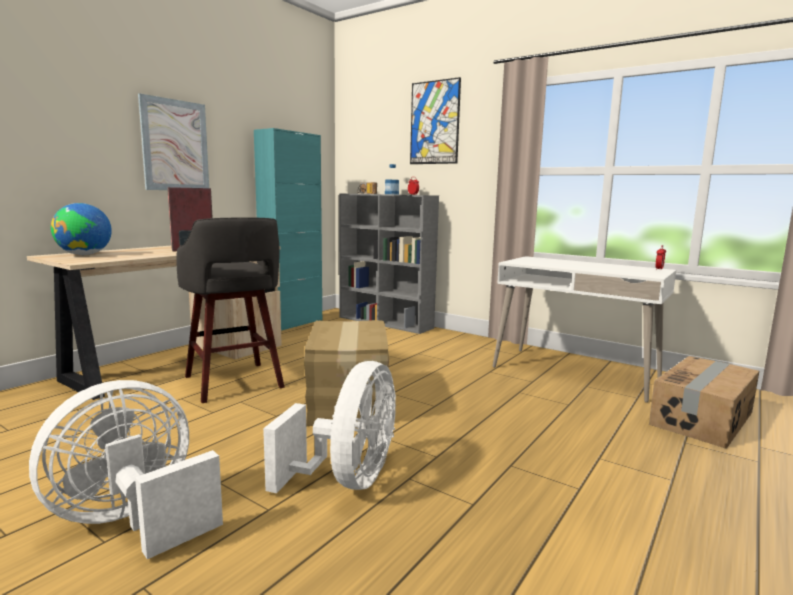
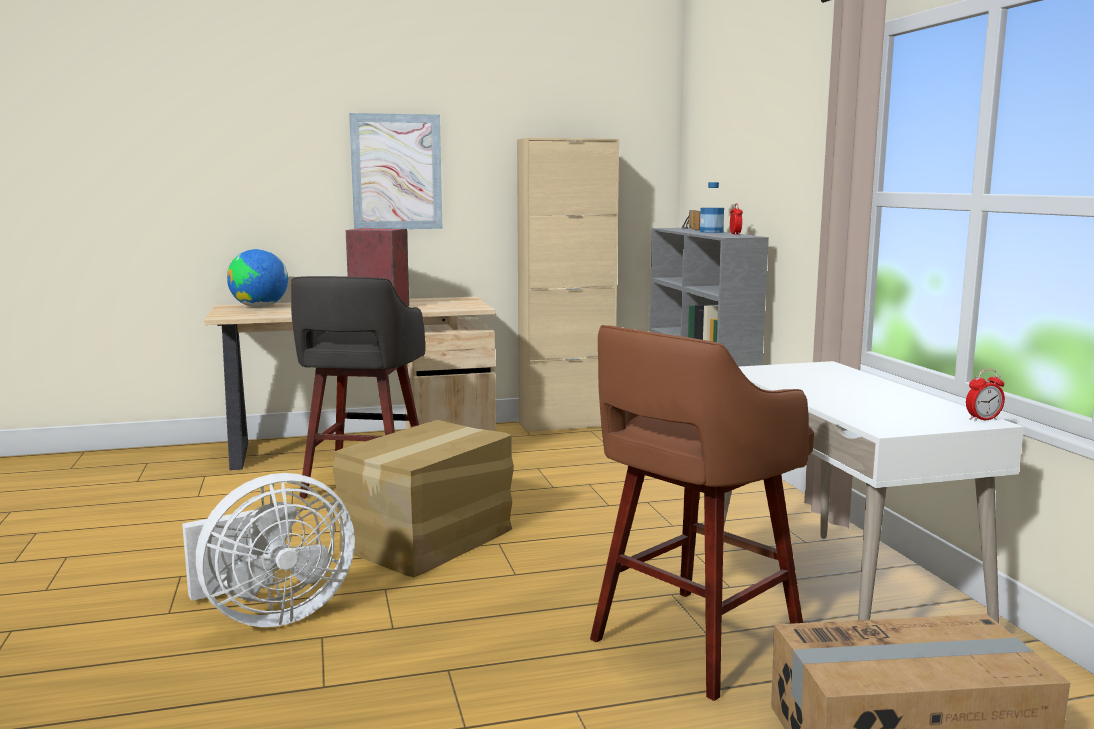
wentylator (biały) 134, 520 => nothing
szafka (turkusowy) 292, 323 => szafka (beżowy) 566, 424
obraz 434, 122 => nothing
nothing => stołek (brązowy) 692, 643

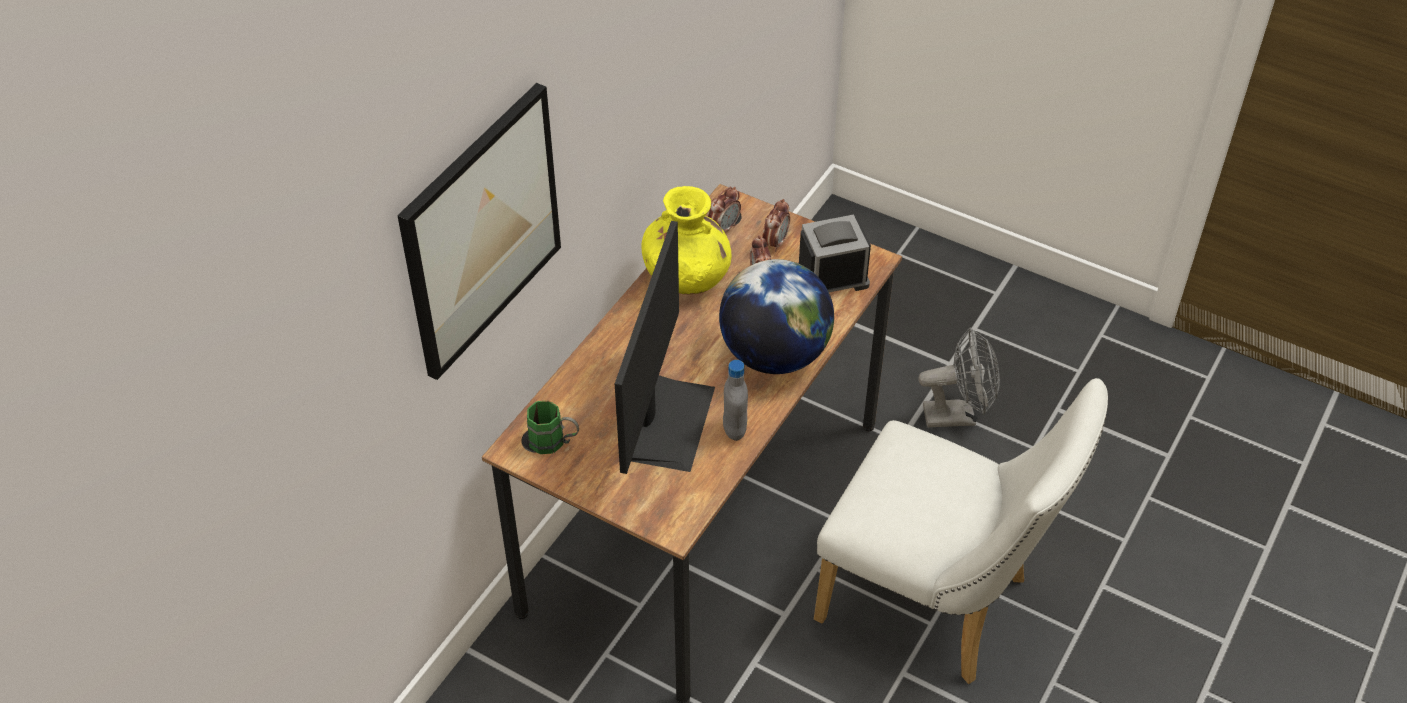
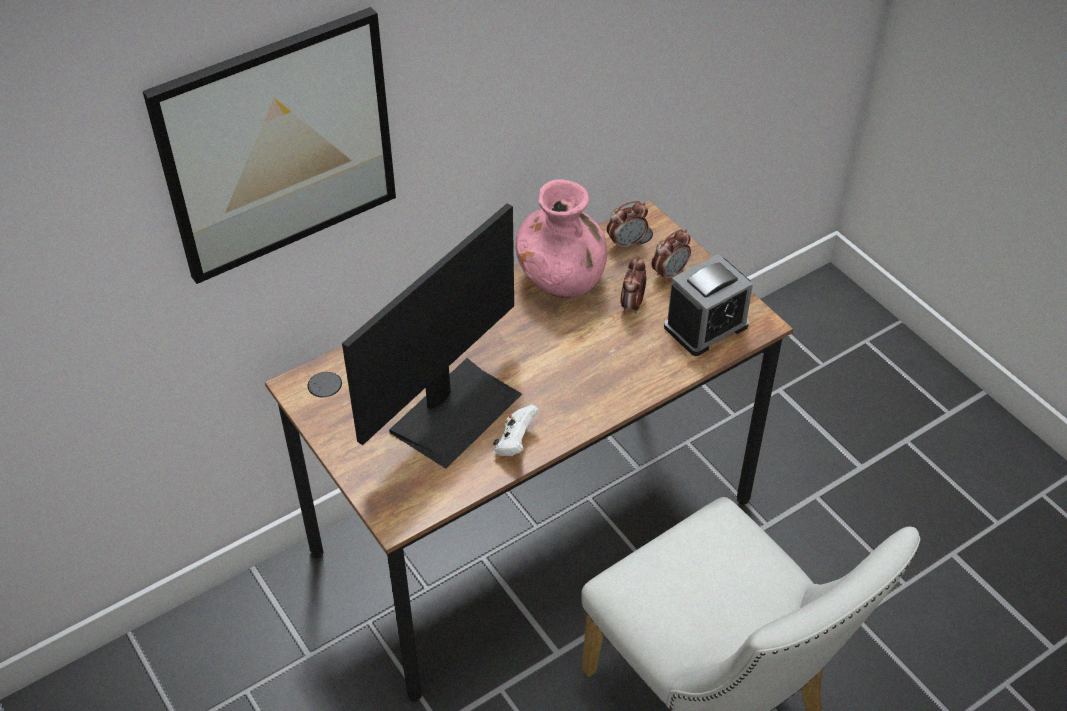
kubek (zielony) 554, 442 => nothing
wazon (żółty) 687, 277 => wazon (różowy) 561, 279
globus 774, 355 => nothing
butelka (szary) 734, 429 => pad do gier (biały) 515, 442
budzik 831, 278 => budzik 706, 326, 135 degrees clockwise
wentylator (szary) 957, 415 => nothing

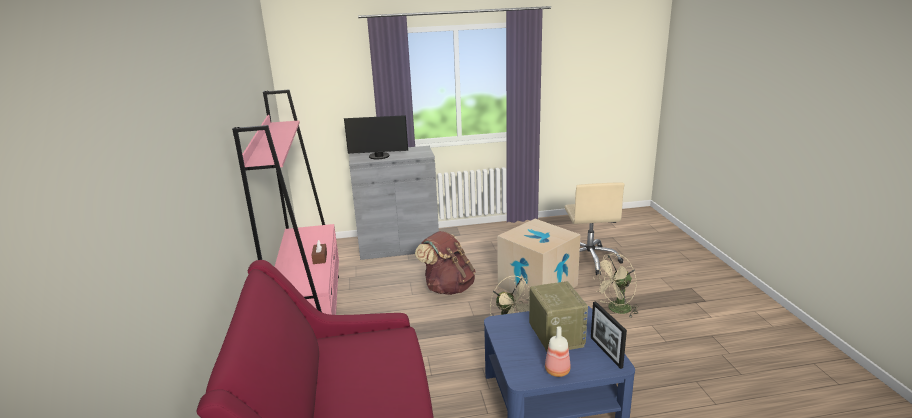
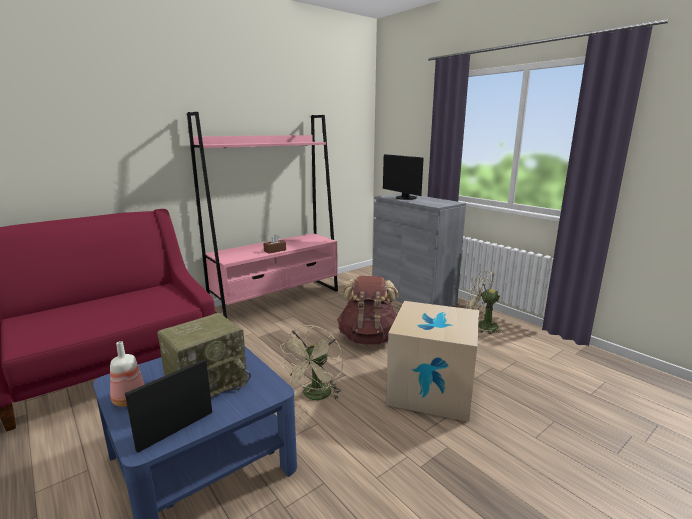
krzesło biurowe (beżowy) 589, 260 => nothing
wentylator (beżowy) 616, 310 => wentylator (beżowy) 481, 325, relocated

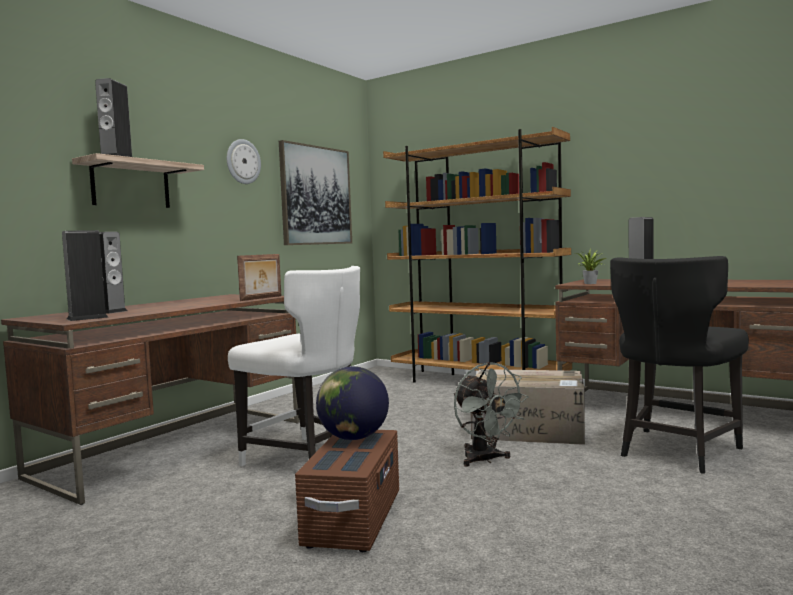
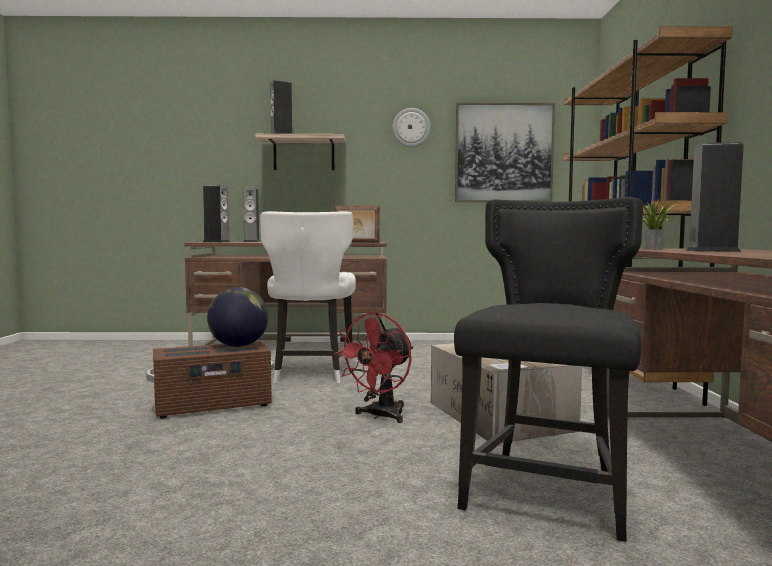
wentylator (szary) 485, 460 => wentylator (czerwony) 380, 416
krzesło (czarny) 675, 451 => krzesło (czarny) 548, 491, 105 degrees clockwise

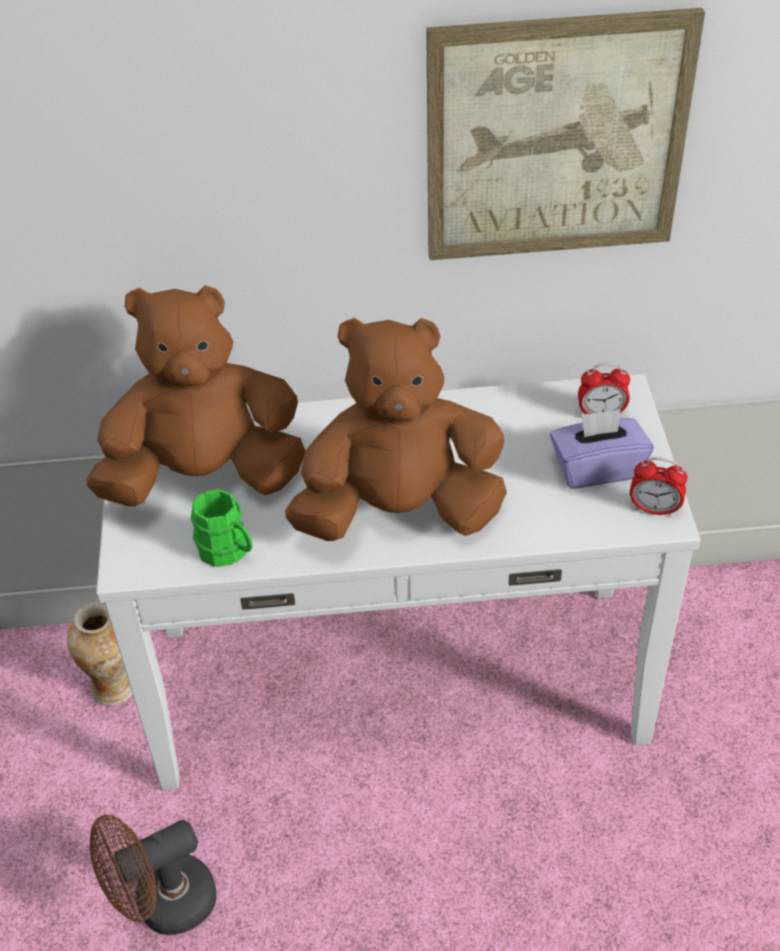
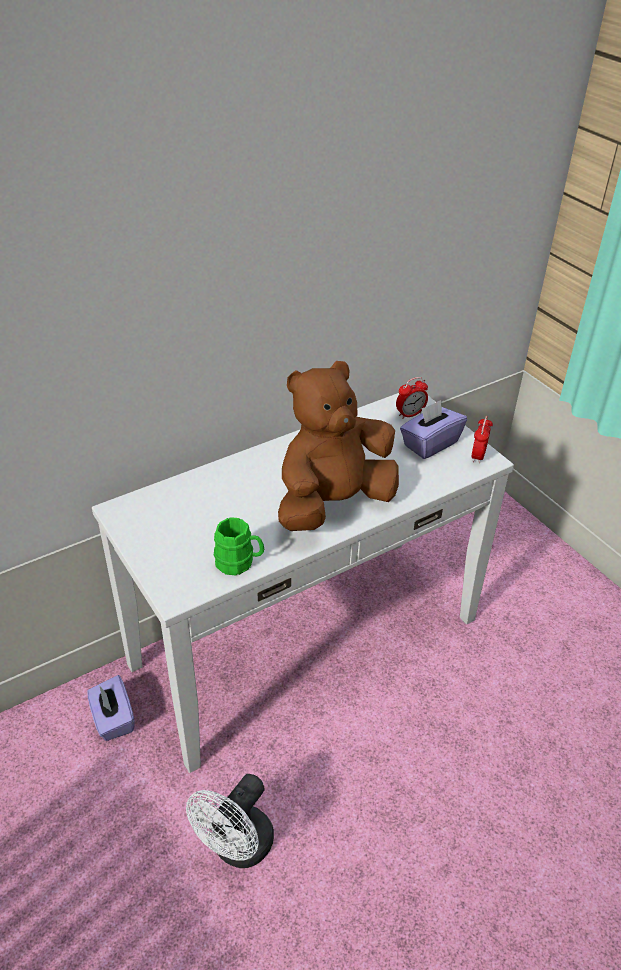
wazon 115, 687 => pudełko chusteczek (fioletowy) 113, 719
pluszak (brązowy) 205, 476 => nothing
wentylator (brązowy) 163, 905 => wentylator (biały) 237, 848
obraz 556, 139 => nothing
budzik 654, 509 => budzik 478, 456, 120 degrees clockwise

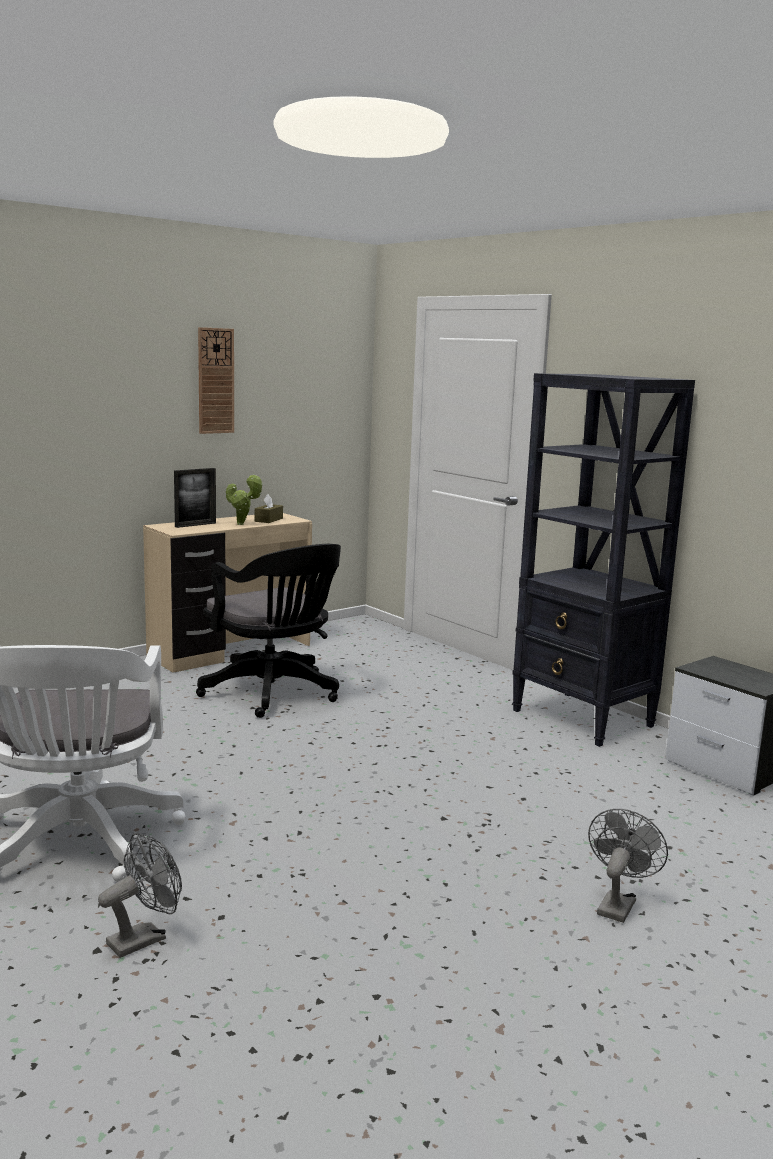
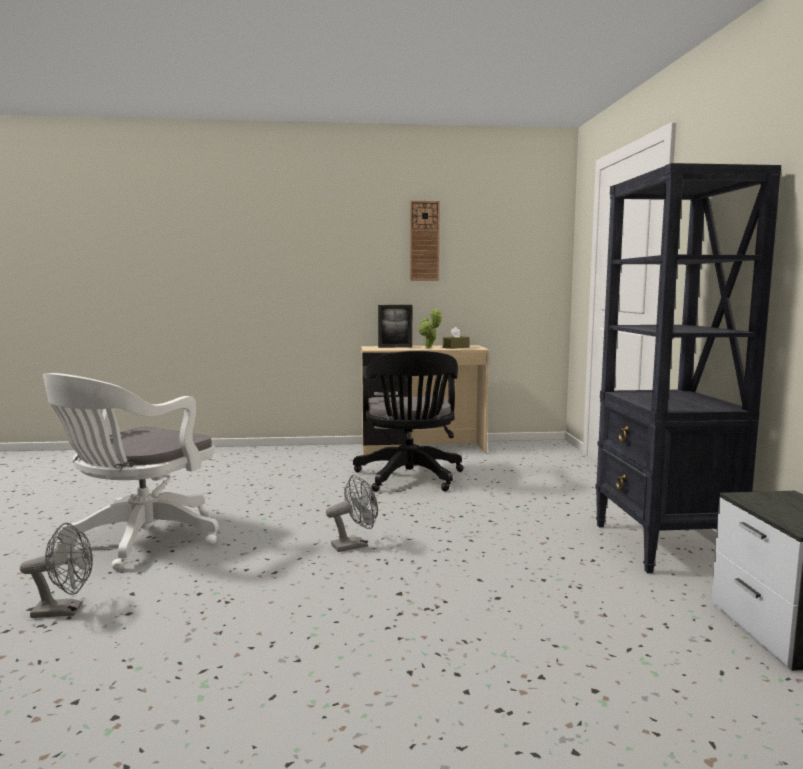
wentylator (szary) 617, 904 => wentylator (szary) 354, 545, relocated

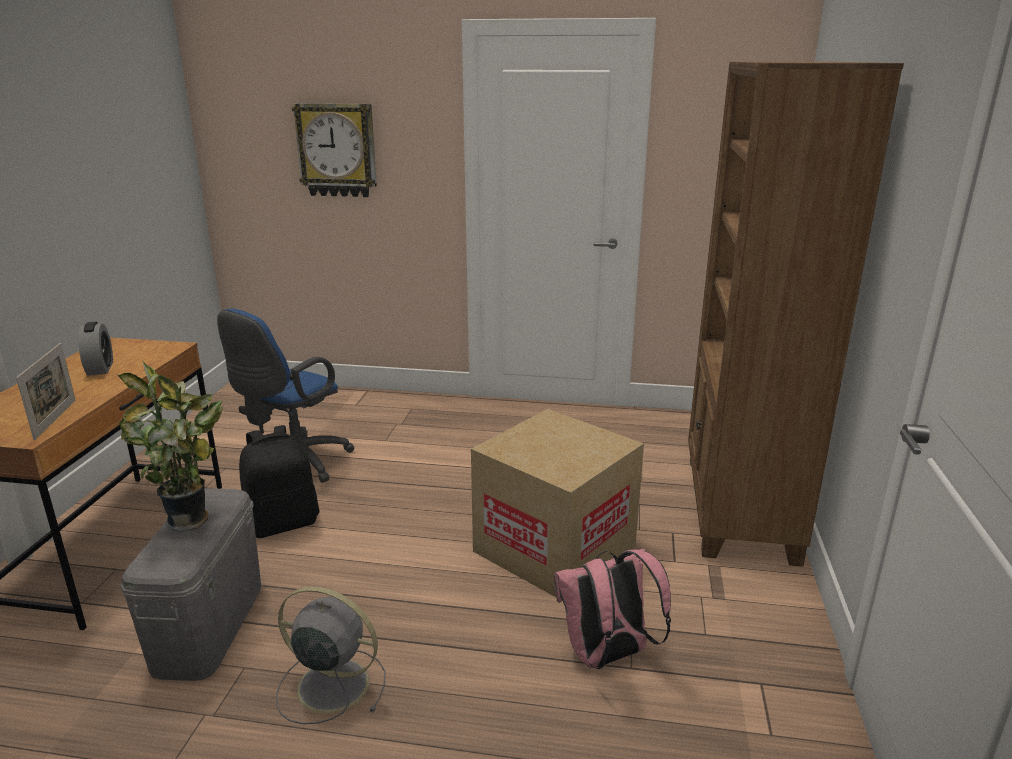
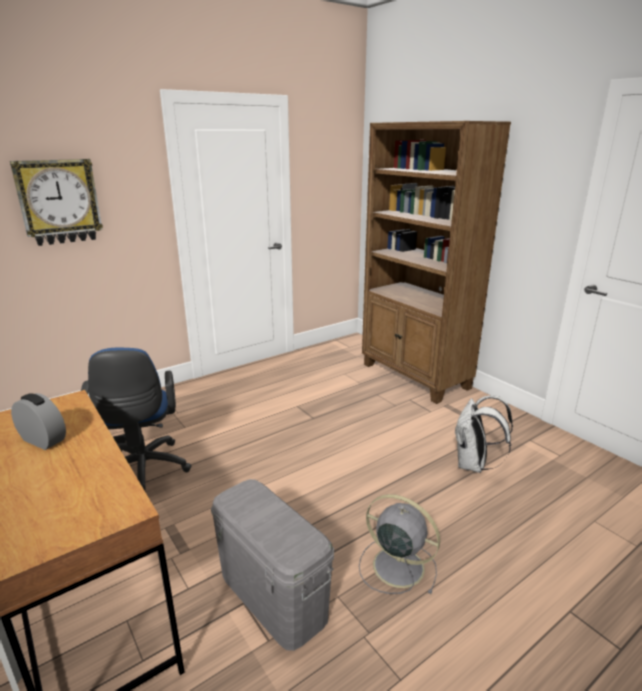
ramka na zdjęcie 55, 419 => nothing
roślina doniczkowa 193, 521 => nothing
plecak (czarny) 283, 523 => nothing
wentylator (szary) 330, 684 => wentylator (szary) 396, 565, 60 degrees clockwise
karton 554, 548 => nothing
plecak (różowy) 607, 656 => plecak (biały) 473, 465

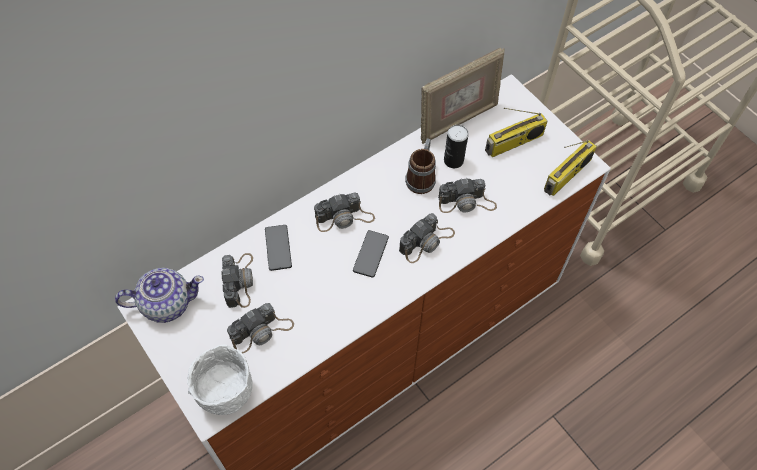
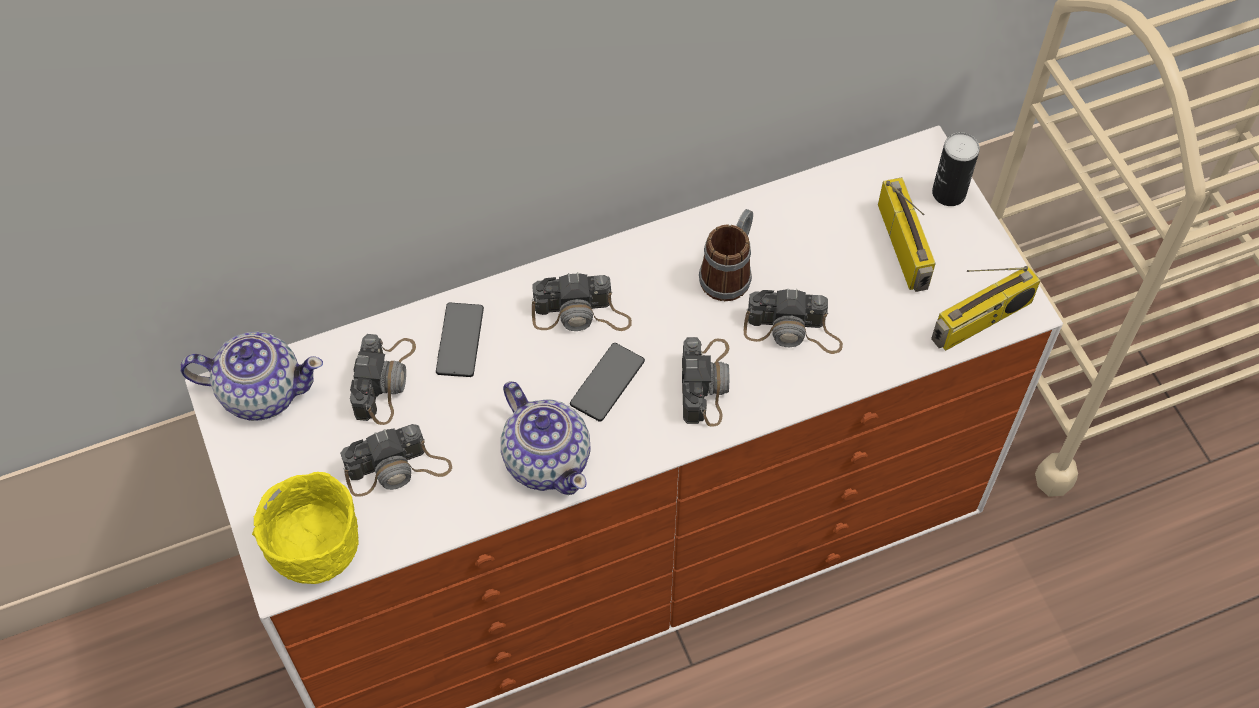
miska (biały) 225, 393 => miska (żółty) 315, 552
aparat fotograficzny 426, 241 => aparat fotograficzny 706, 382, 60 degrees counterclockwise
ramka na zdjęcie 457, 120 => nothing
puszka 453, 160 => puszka 949, 193, relocated
radio 513, 143 => radio 905, 247, 90 degrees counterclockwise
nothing => imbryk 547, 458

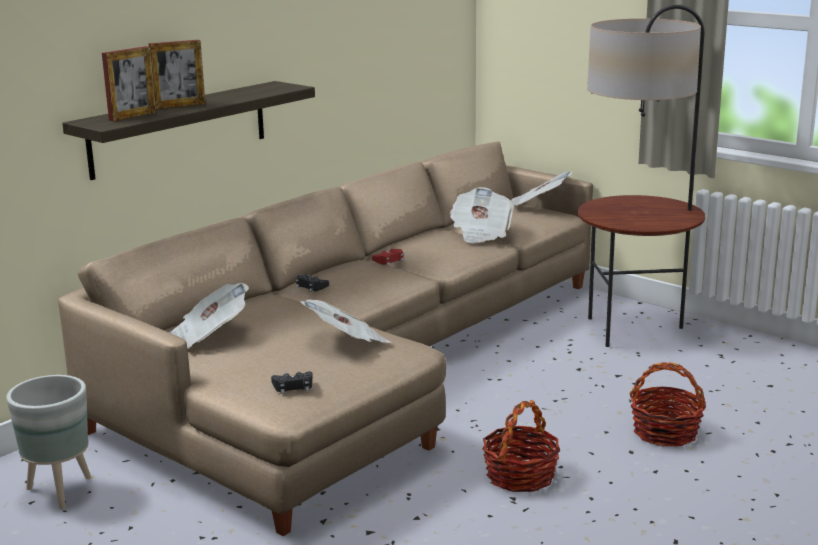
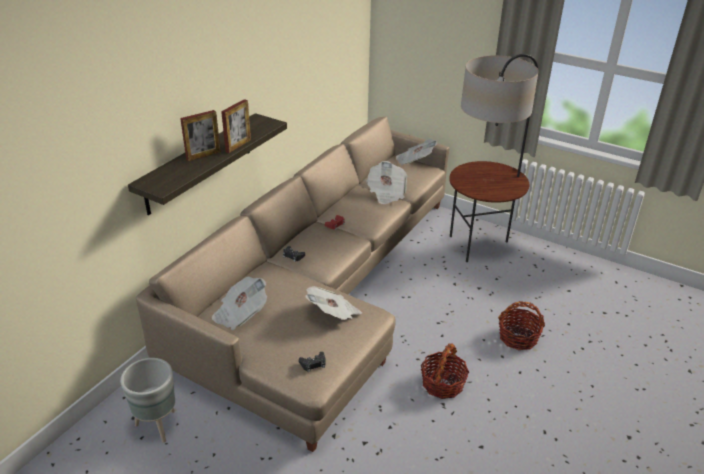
ramka na zdjęcie 133, 116 => ramka na zdjęcie 238, 145, relocated

